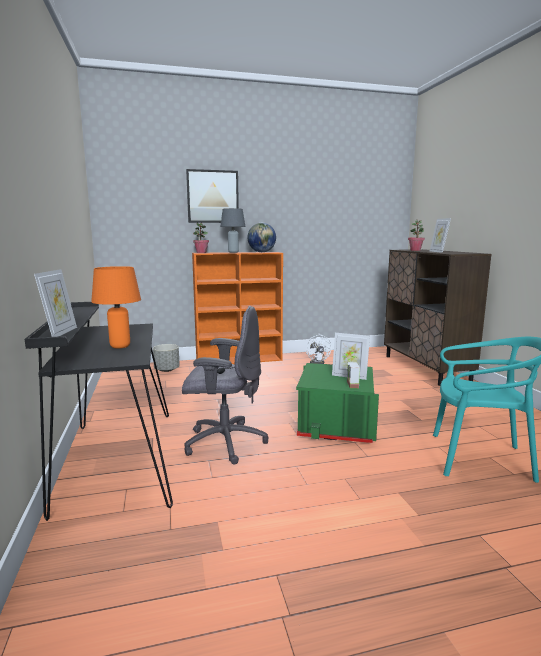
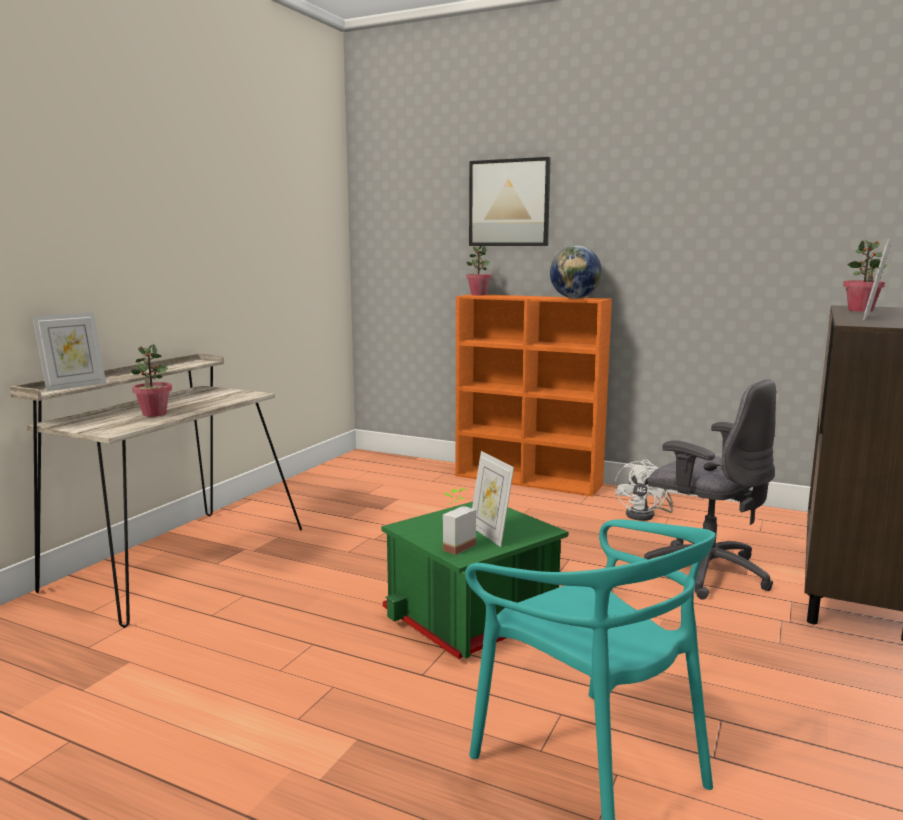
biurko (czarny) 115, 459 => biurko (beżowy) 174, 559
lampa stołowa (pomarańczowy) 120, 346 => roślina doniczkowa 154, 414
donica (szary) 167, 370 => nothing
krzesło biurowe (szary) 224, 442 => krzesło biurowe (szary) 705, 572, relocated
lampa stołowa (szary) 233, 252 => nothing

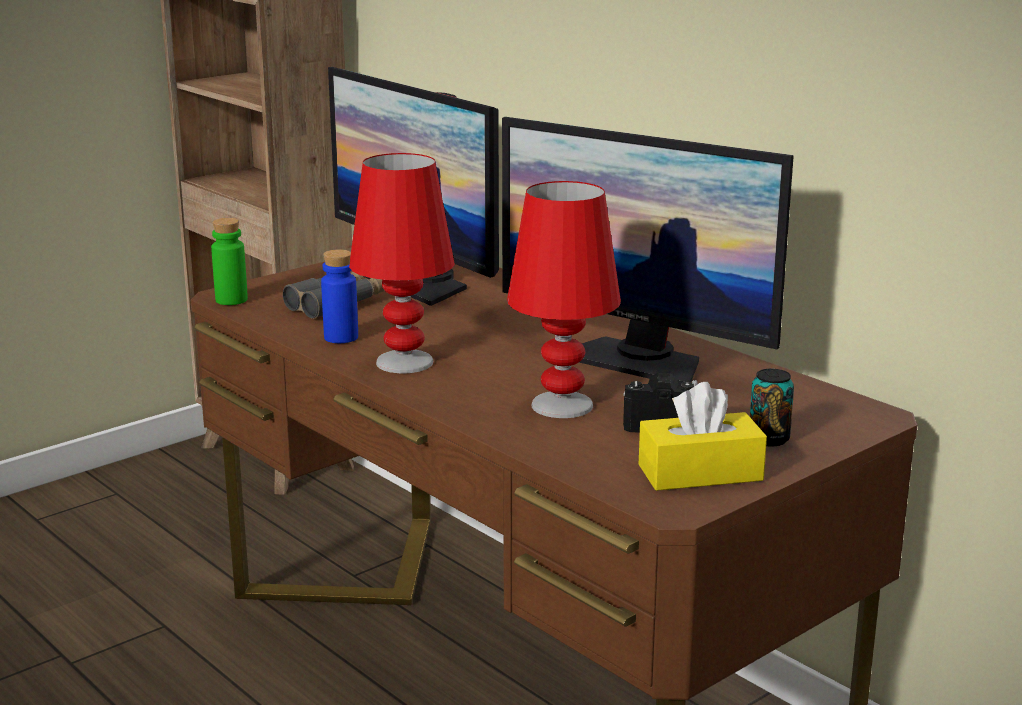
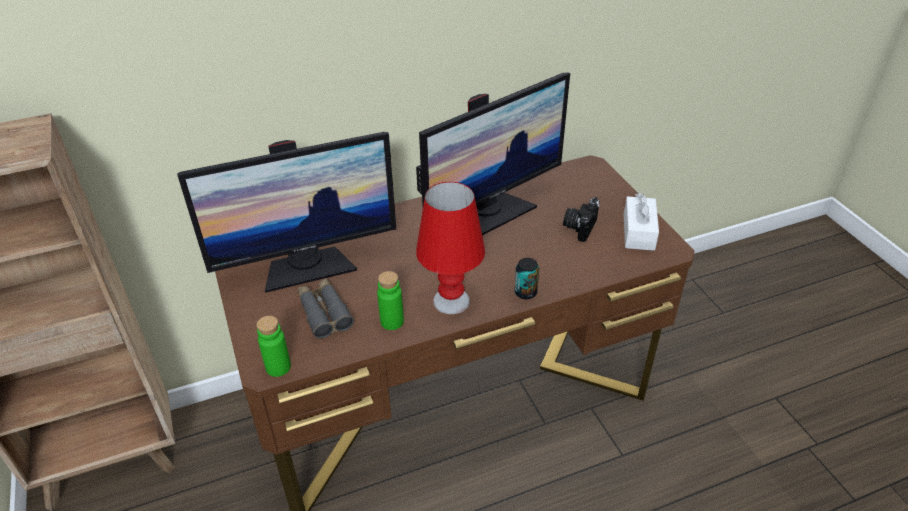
butelka (niebieski) 341, 337 => butelka (zielony) 392, 321
lampa stołowa (czerwony) 561, 406 => nothing
pudełko chusteczek (żółty) 700, 473 => pudełko chusteczek (biały) 638, 232
puszka 769, 439 => puszka 525, 292, relocated

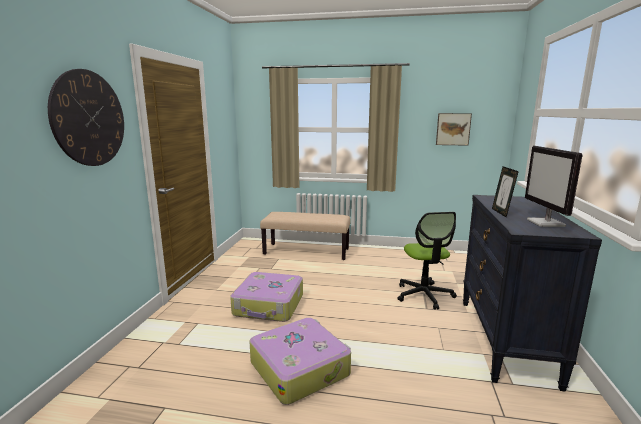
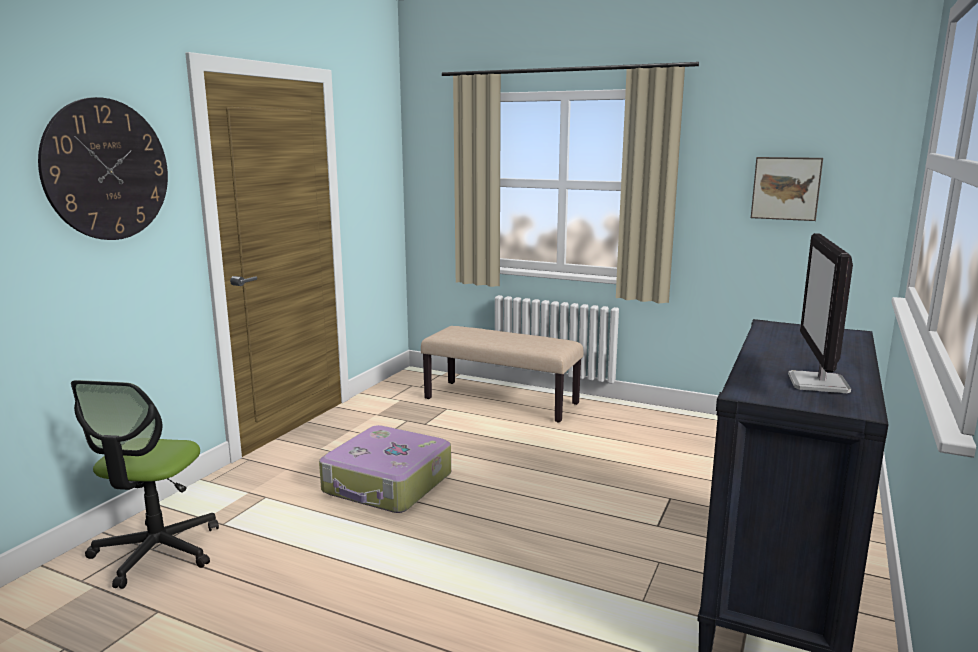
walizka 300, 368 => nothing
krzesło biurowe 424, 295 => krzesło biurowe 156, 552, relocated
ramka na zdjęcie 501, 213 => nothing

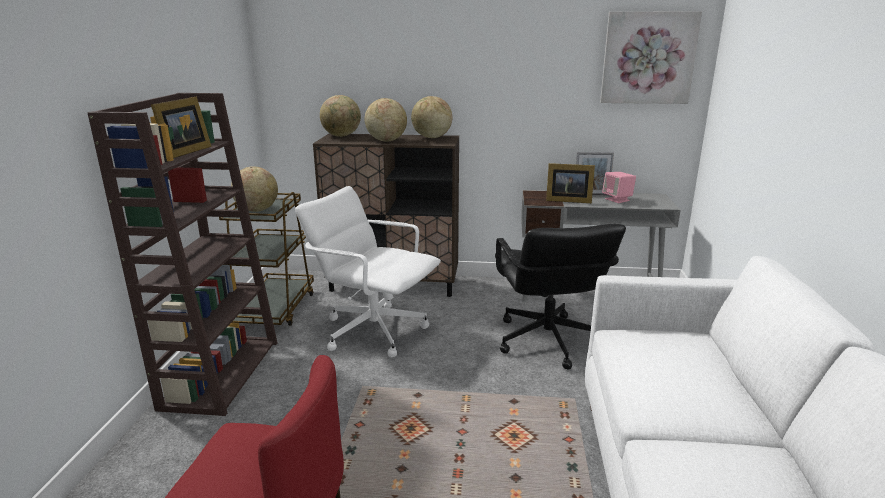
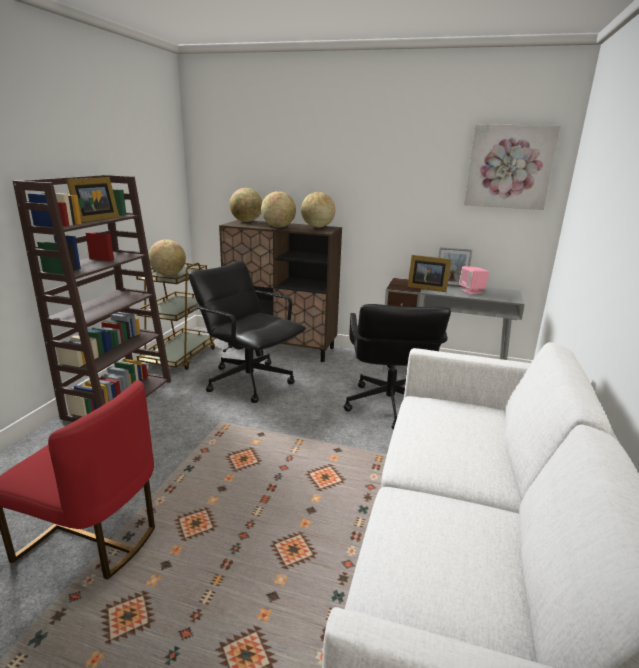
krzesło biurowe (biały) 374, 330 => krzesło biurowe (czarny) 249, 381

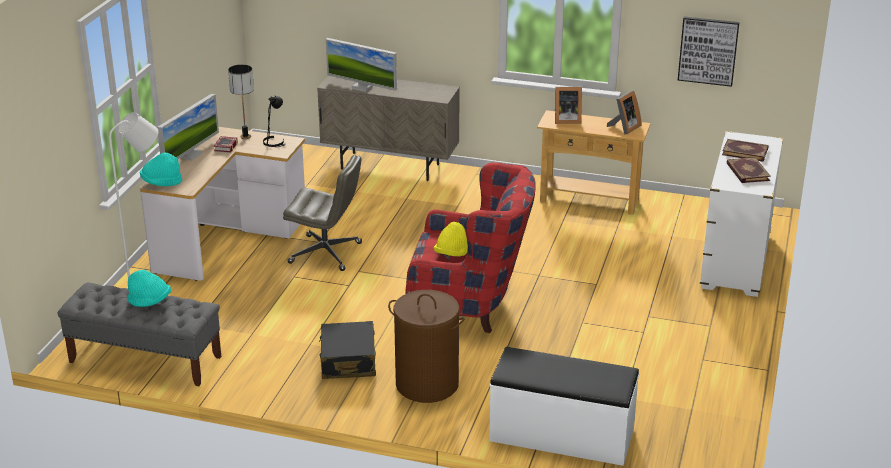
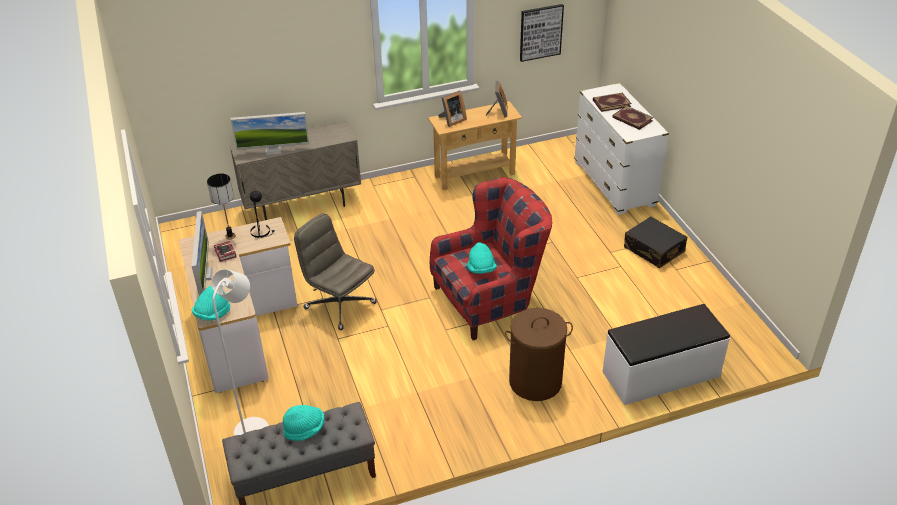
krzesło biurowe (szary) 326, 253 => krzesło biurowe (szary) 339, 305, 120 degrees counterclockwise
walizka (czarny) 348, 361 => walizka (czarny) 654, 250, relocated
kapelusz (żółty) 452, 254 => kapelusz (turkusowy) 481, 269

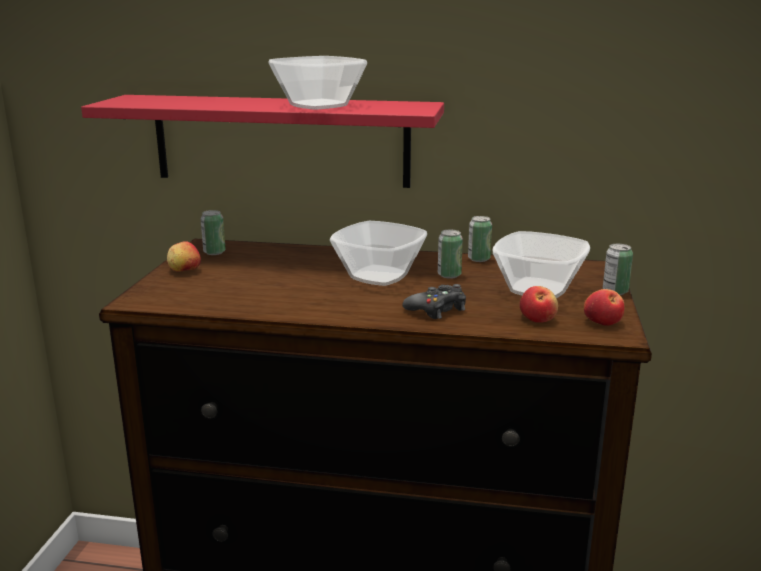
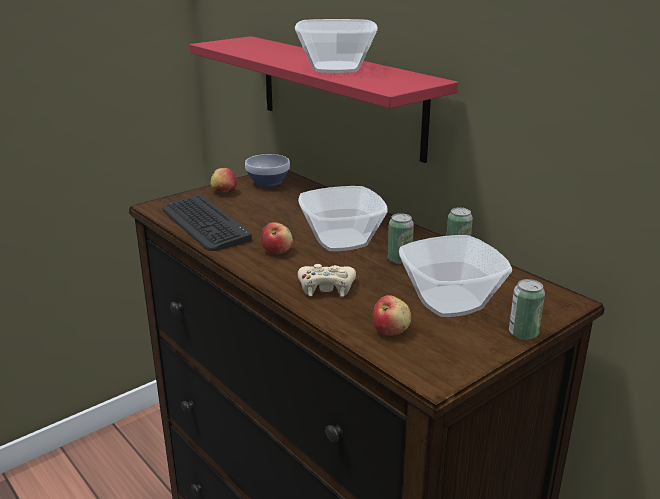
puszka 214, 252 => miska 269, 182
pad do gier (czarny) 437, 309 => pad do gier (beżowy) 326, 287
jabłko 602, 322 => jabłko 277, 250, relocated
nothing => klawiatura 204, 224

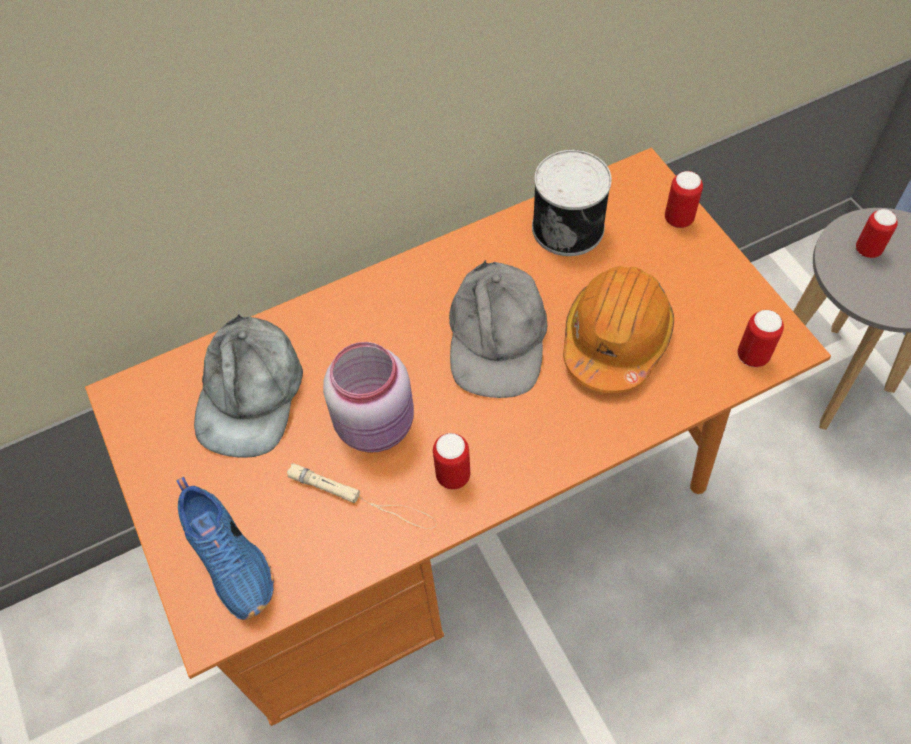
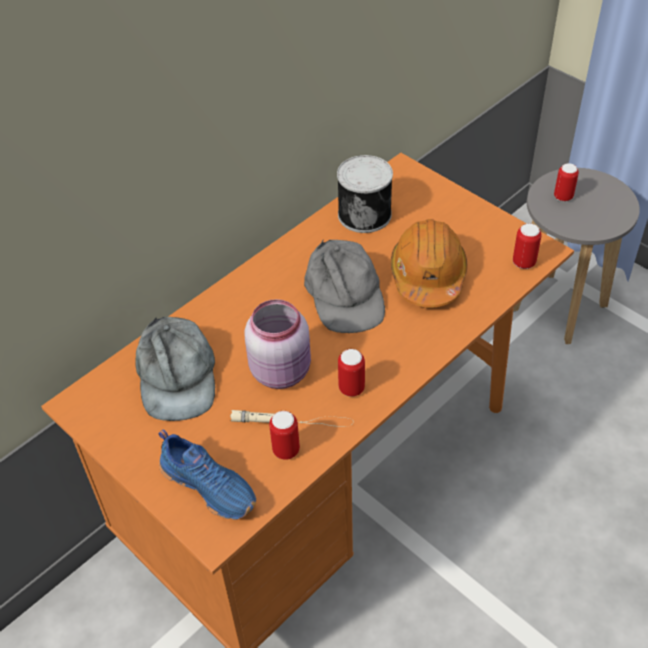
puszka 678, 219 => puszka 286, 450, relocated

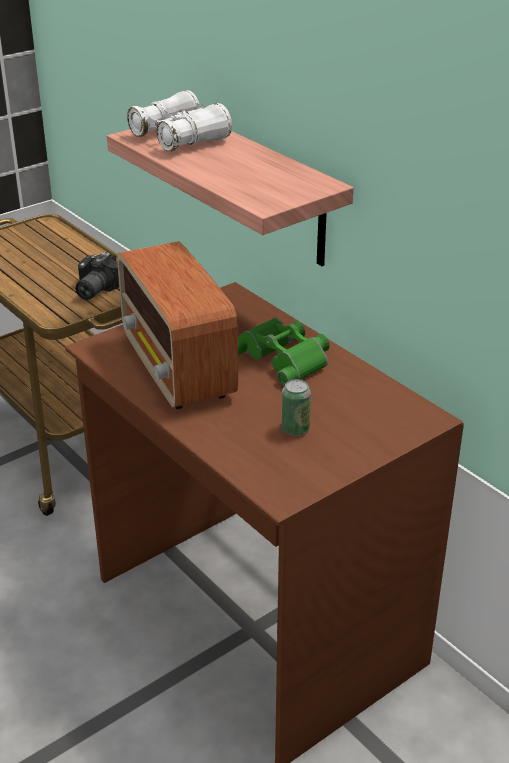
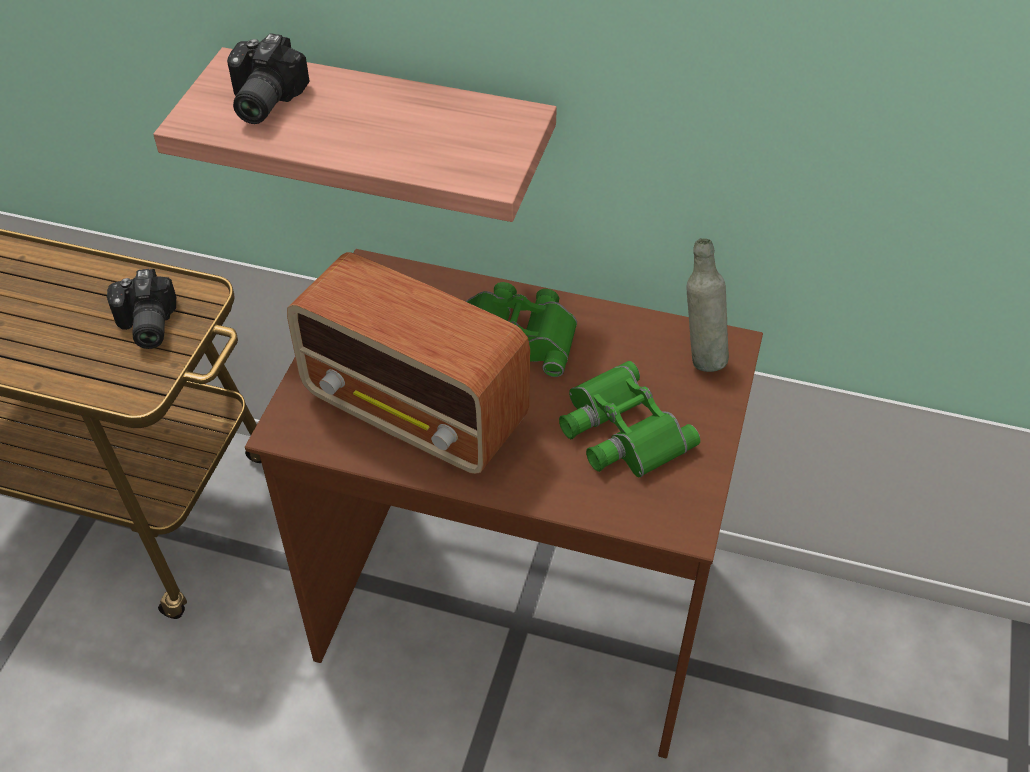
lornetka (biały) 180, 138 => aparat fotograficzny 260, 101
puszka 295, 429 => lornetka (zielony) 619, 430
nothing => butelka (szary) 700, 355

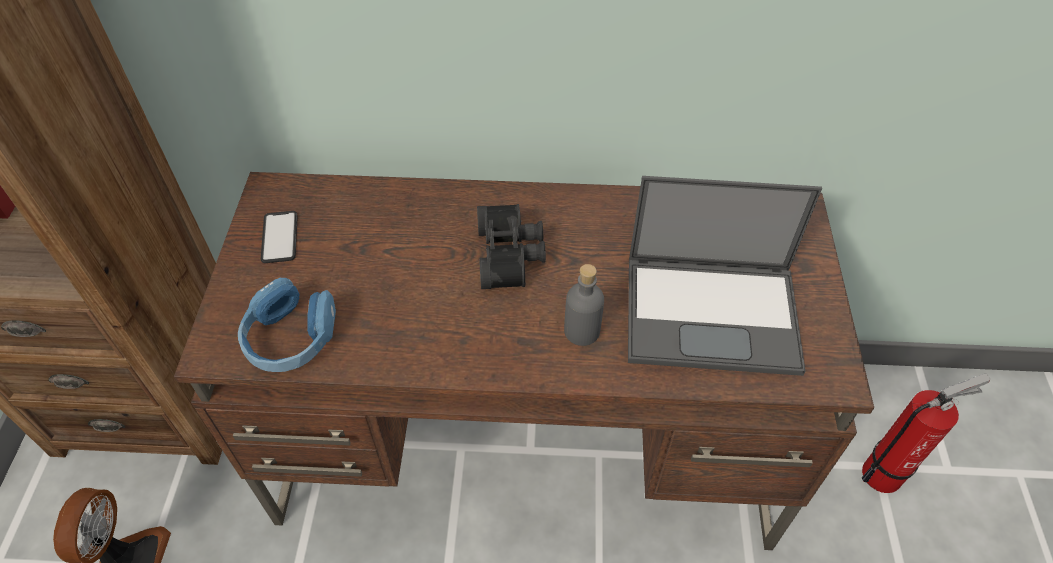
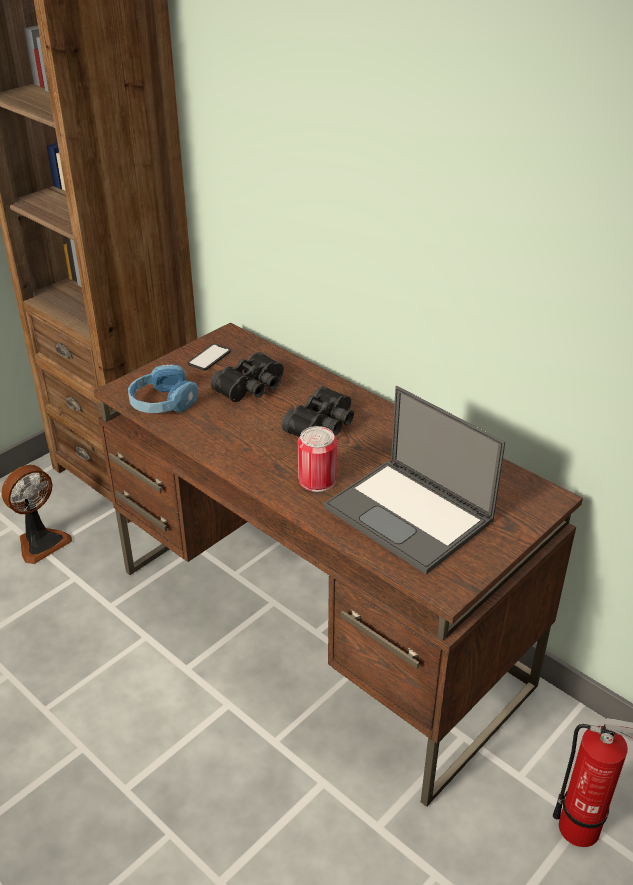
butelka (szary) 582, 331 => puszka 317, 480
nothing => lornetka (czarny) 253, 388

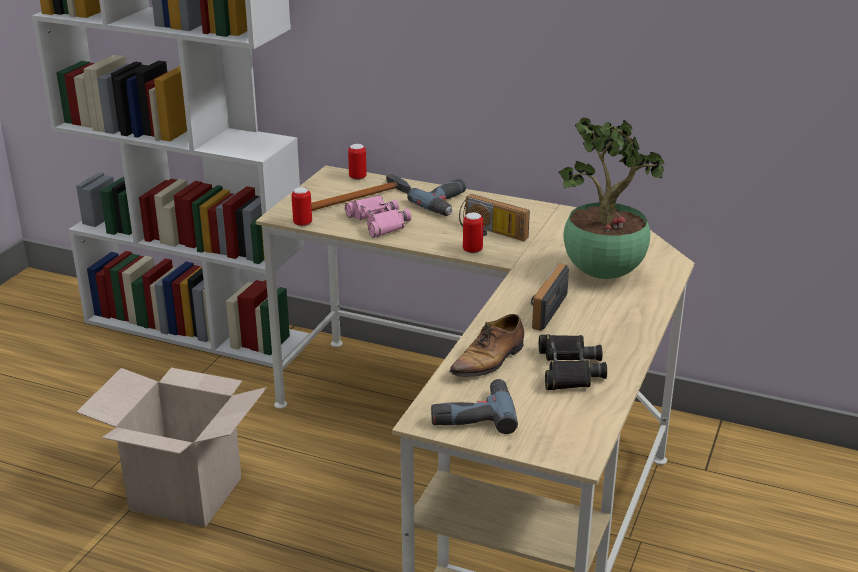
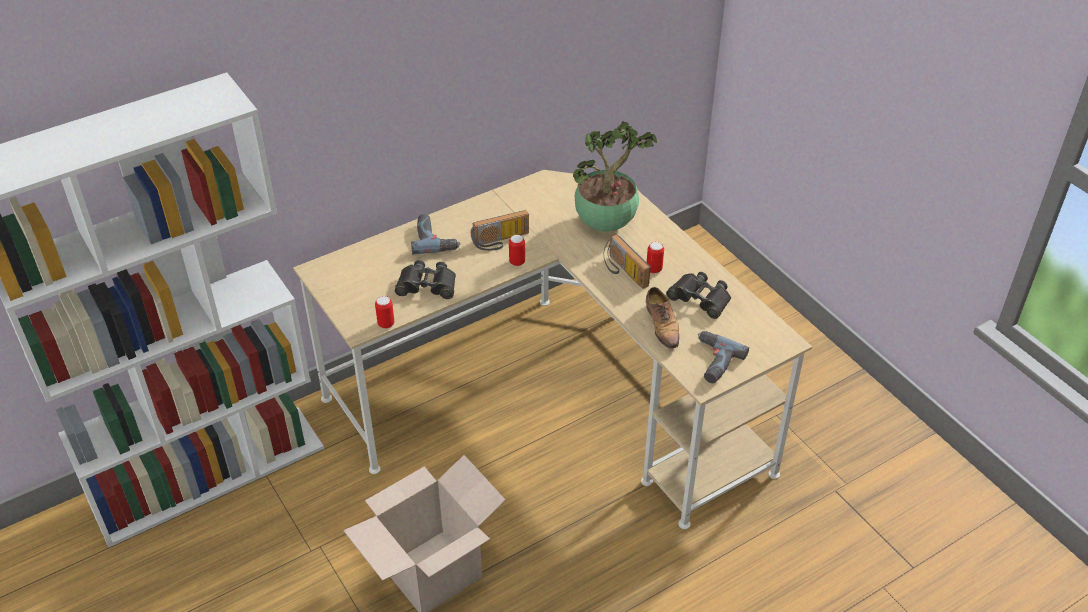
młotek 363, 197 => nothing
lornetka (różowy) 378, 222 => lornetka (czarny) 427, 285
puszka 357, 177 => puszka 654, 269, relocated

